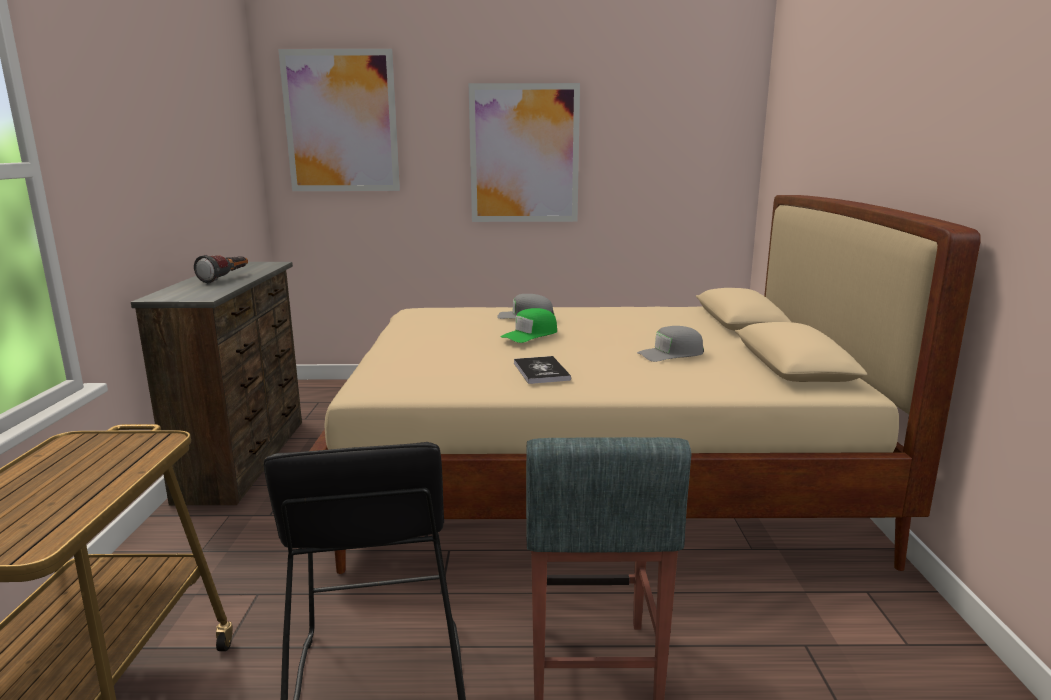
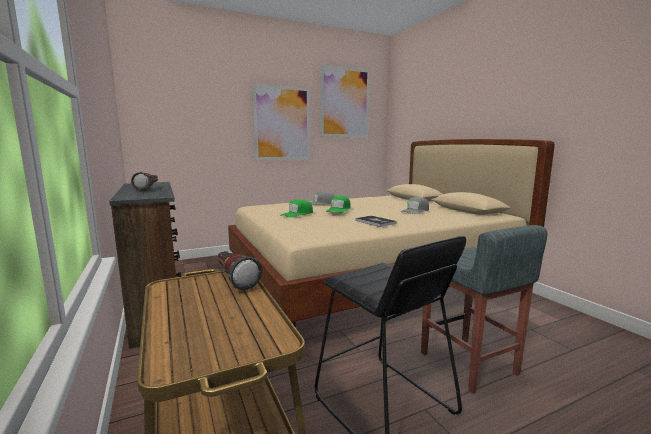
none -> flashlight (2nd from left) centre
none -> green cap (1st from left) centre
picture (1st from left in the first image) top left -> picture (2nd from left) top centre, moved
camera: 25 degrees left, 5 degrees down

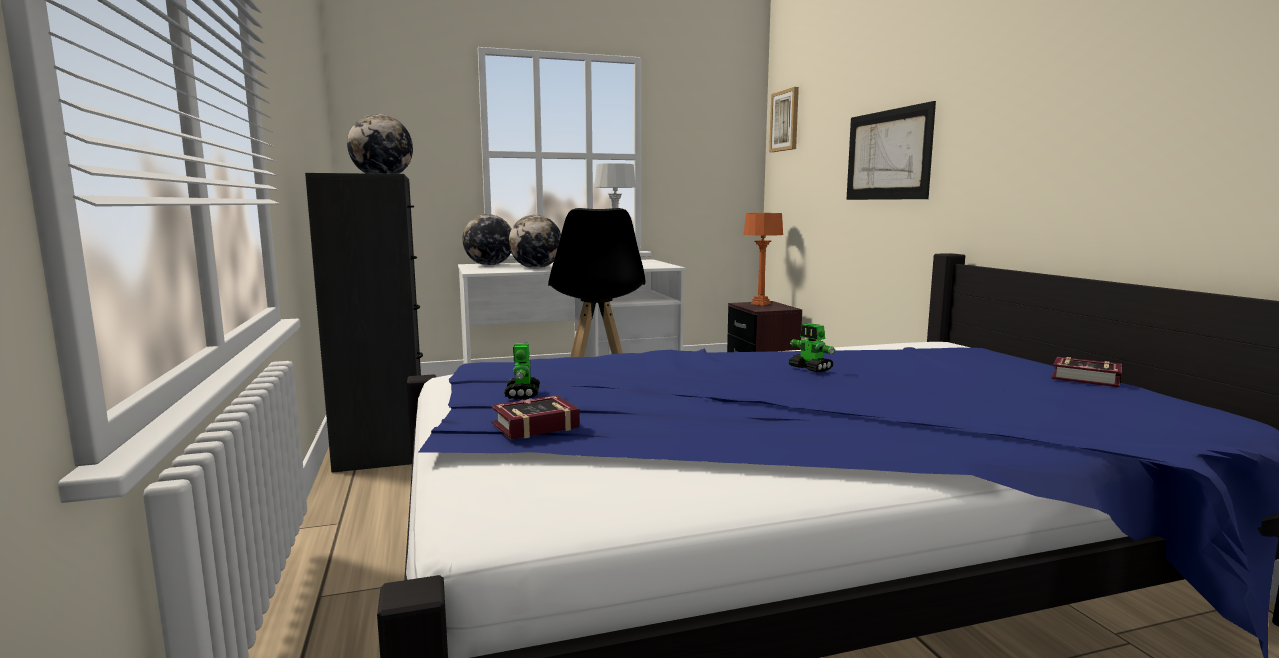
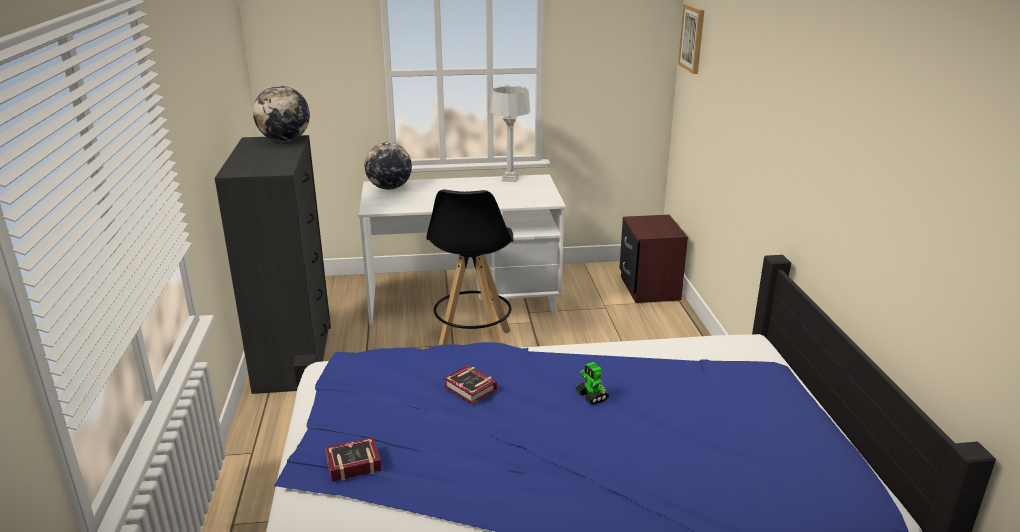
book (2nd from left) middle right -> book (2nd from left) bottom centre, moved
toy robot (1st from left) centre -> none
globe (3rd from left) centre -> none
orange table lamp centre -> none
picture (2nd from left) top right -> none
camera: 10 degrees right, 15 degrees up

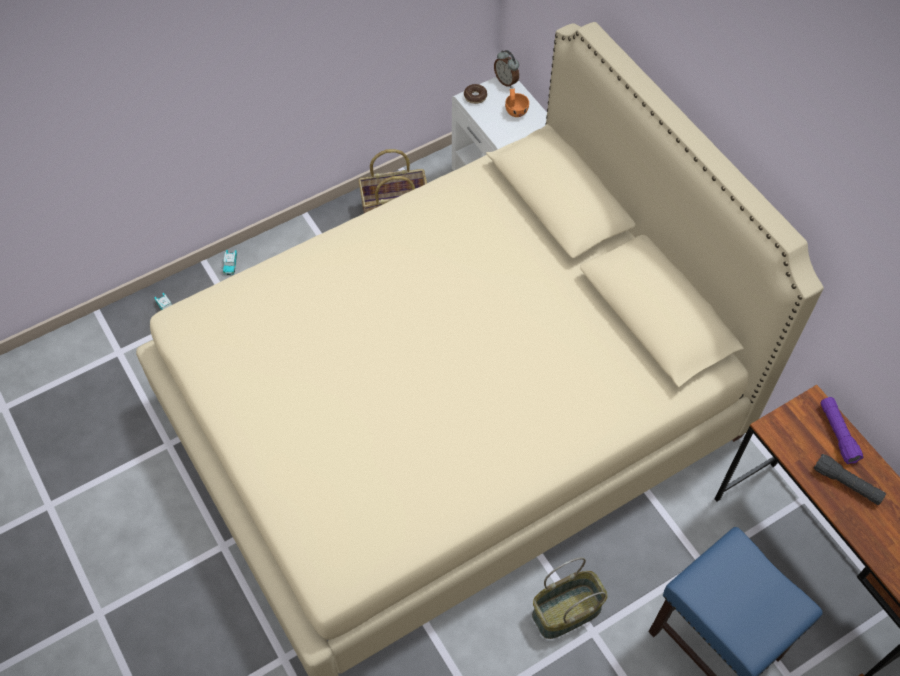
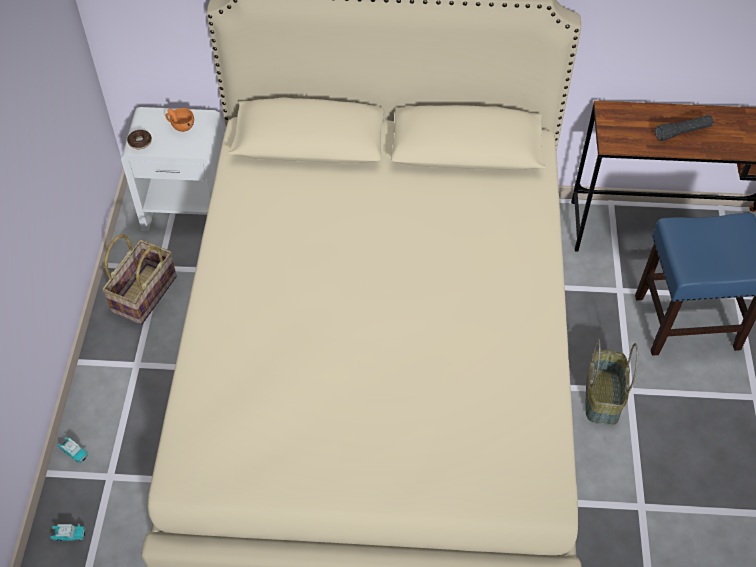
alarm clock top centre -> none
purple flashlight middle right -> none
camera: 55 degrees left, 5 degrees down

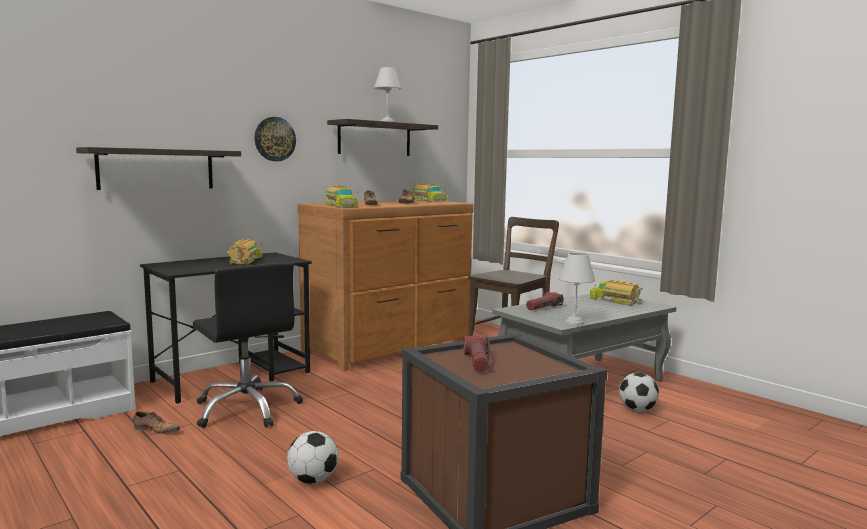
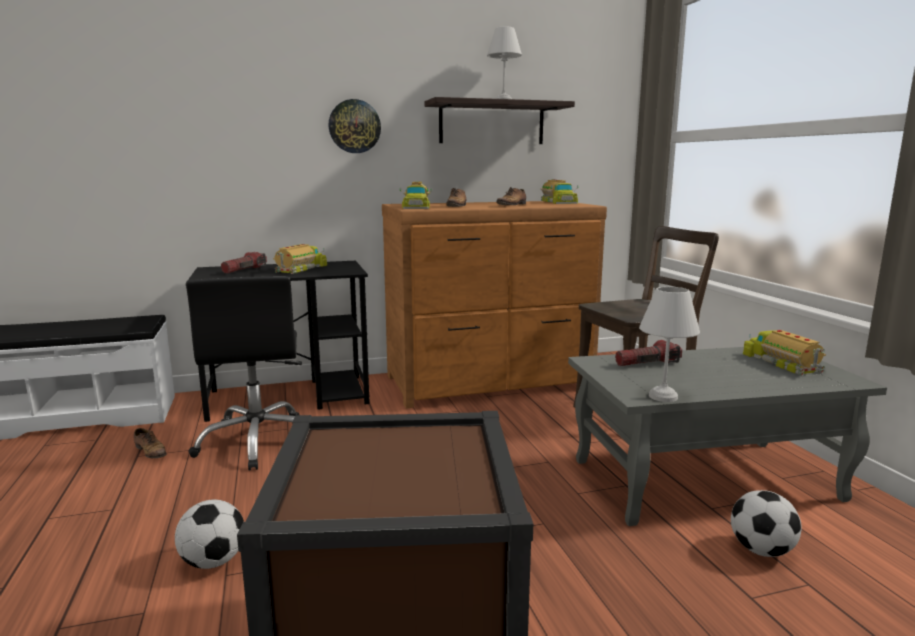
flashlight (1st from left) bottom centre -> flashlight (1st from left) middle left, moved
shelf (1st from left) top left -> none
camera: 25 degrees right, 5 degrees up

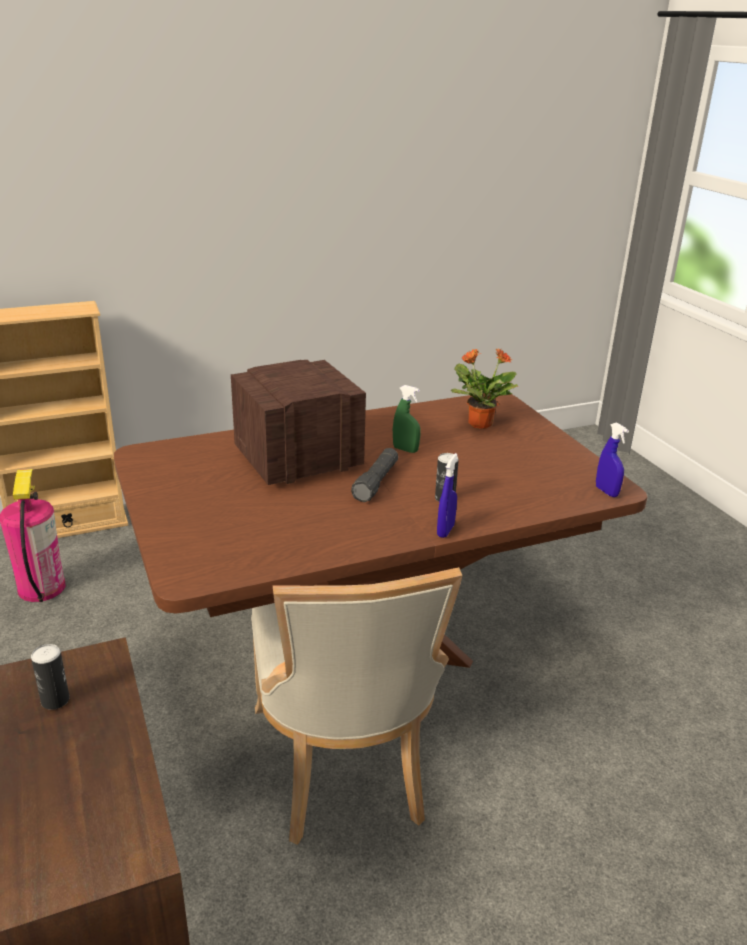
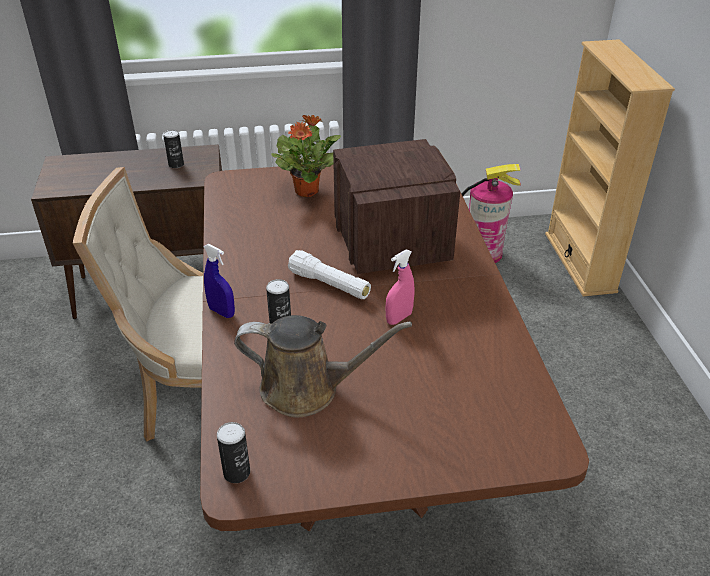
blue spray bottle (2nd from left) middle right -> can (2nd from left) bottom left
none -> brown watering can centre
potted plant centre -> potted plant top centre, moved
black flashlight centre -> white flashlight centre
green spray bottle centre -> pink spray bottle centre
camera: 105 degrees right, 10 degrees up

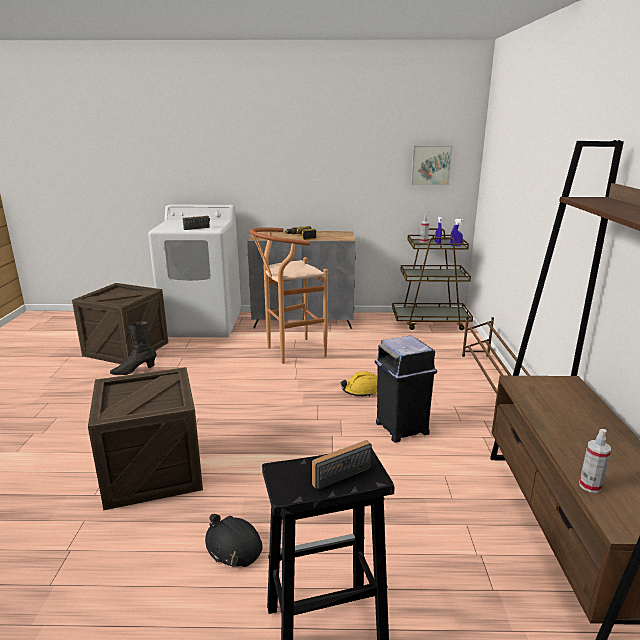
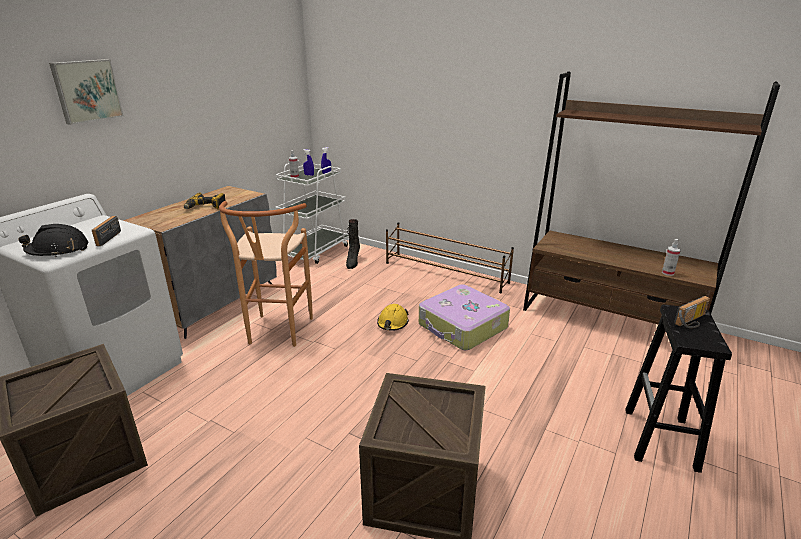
black hard hat bottom centre -> black hard hat middle left, moved
picture top right -> picture top left, moved
brown cart middle right -> white cart centre
black boot middle left -> black boot centre, moved
black trash can centre -> suitcase centre
radio (2nd from left) bottom centre -> radio (2nd from left) middle right, 120 degrees counterclockwise
camera: 60 degrees left, 5 degrees up

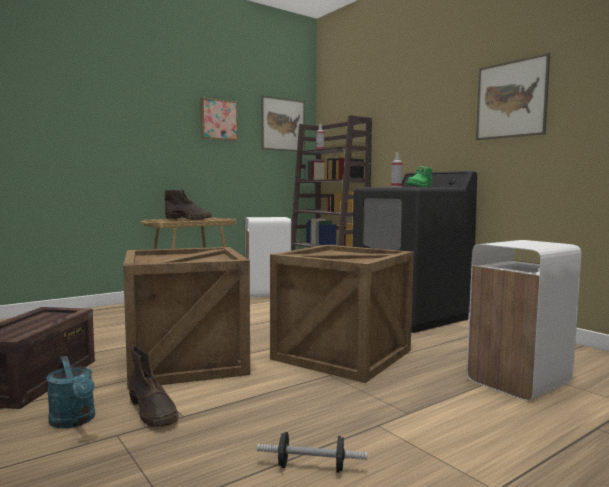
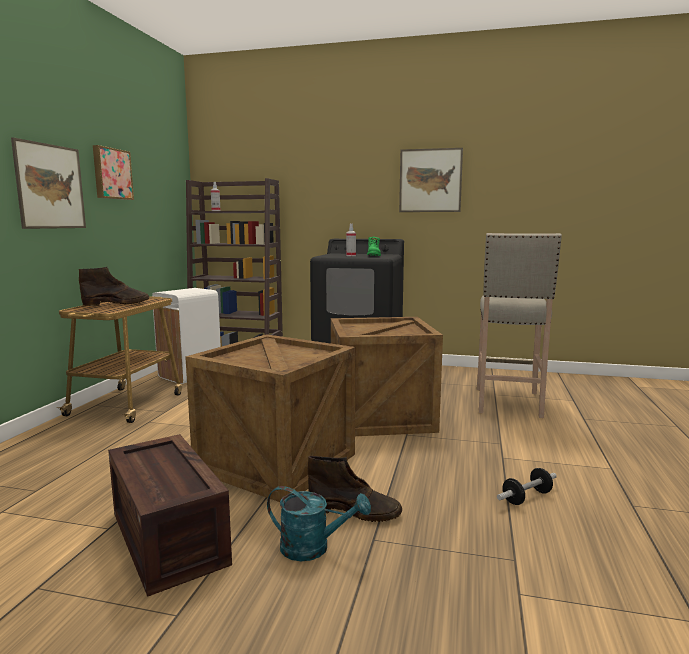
picture (2nd from left in the first image) top centre -> picture (1st from left) top left, moved
white trash can (2nd from left) middle right -> beige stool middle right
camera: 40 degrees left, 5 degrees up

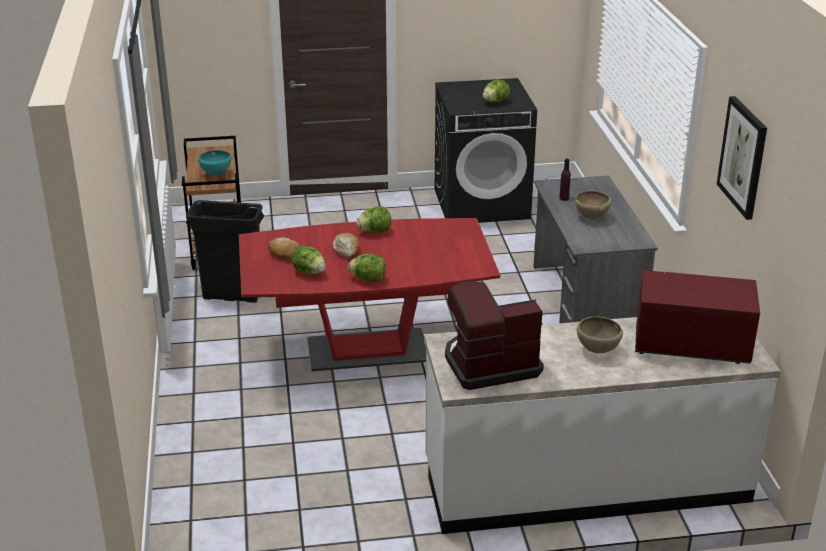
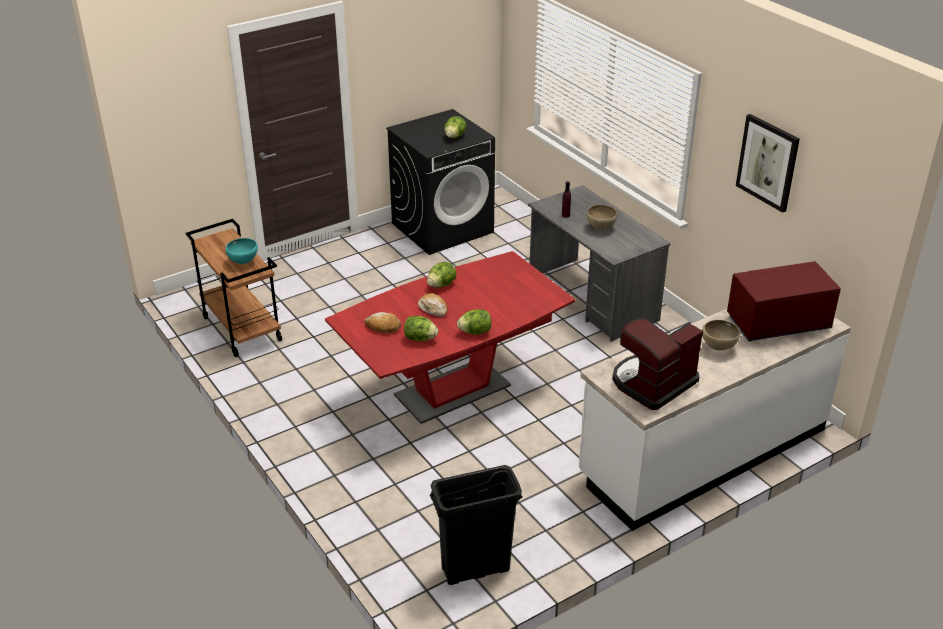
black trash can middle left -> black trash can bottom centre, moved
camera: 25 degrees left, 5 degrees up

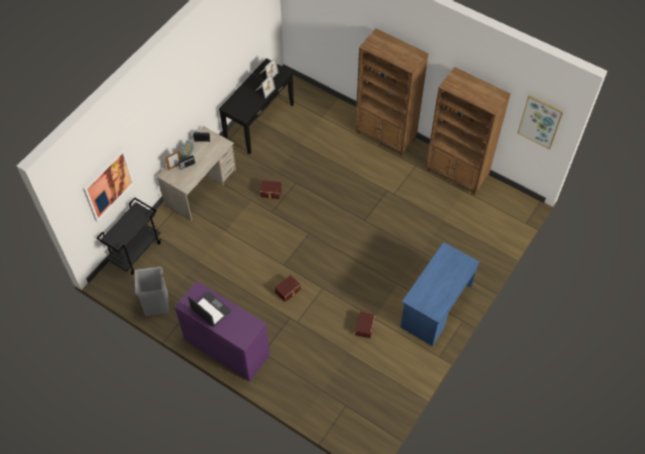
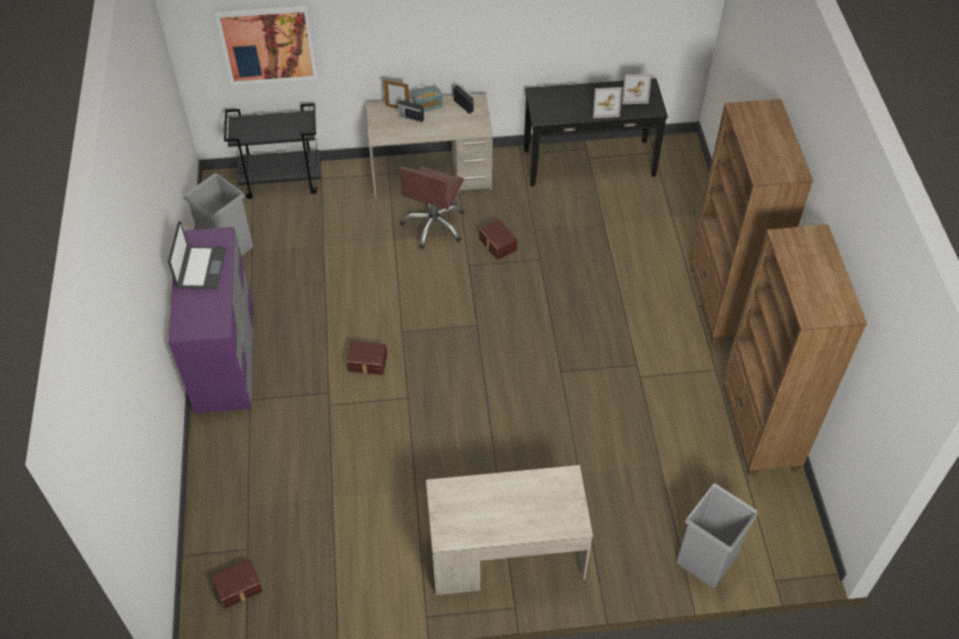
brown storage box (3rd from left in the first image) bottom centre -> brown storage box (1st from left) bottom left, moved
none -> brown office chair top centre
blue desk middle right -> beige desk (2nd from left) bottom centre
none -> grey trash can (2nd from left) bottom right
picture (2nd from left) top right -> none
camera: 50 degrees right, 5 degrees down

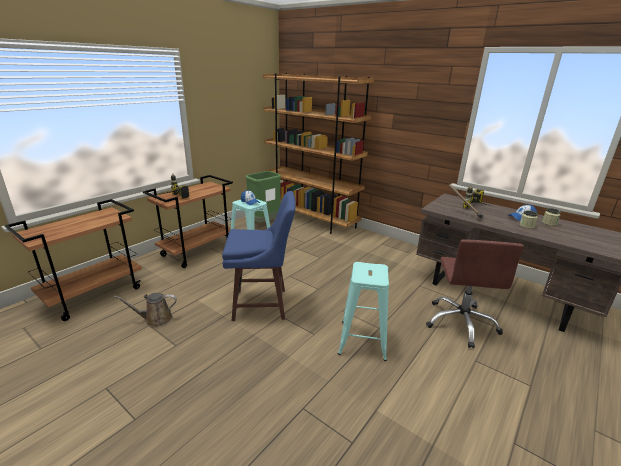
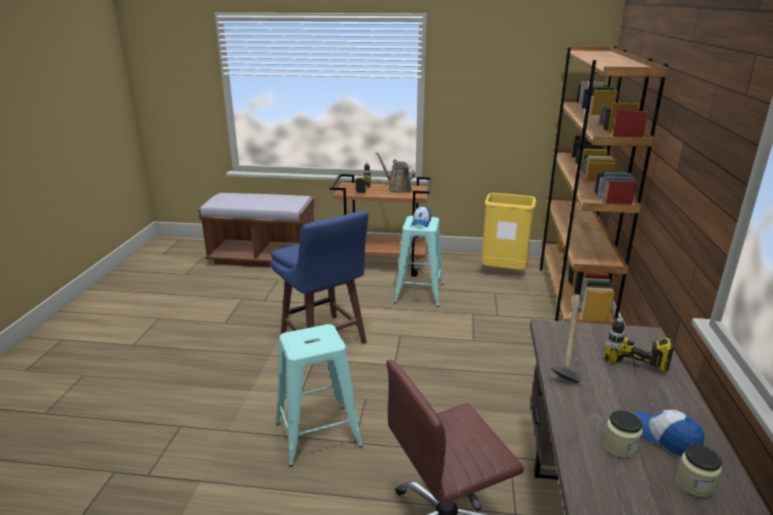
brown cart (1st from left) middle left -> brown bench middle left
brown watering can middle left -> brown watering can centre, moved
green trash can centre -> yellow trash can centre
camera: 60 degrees right, 0 degrees up

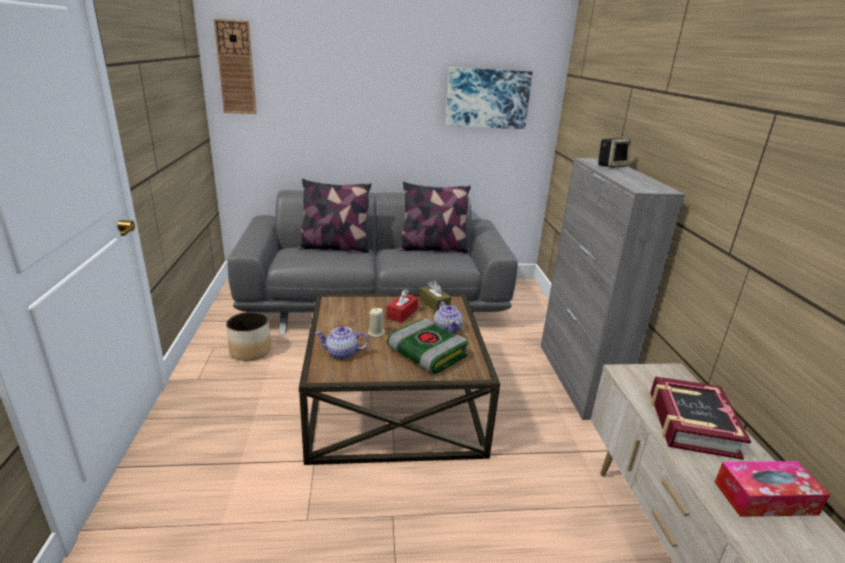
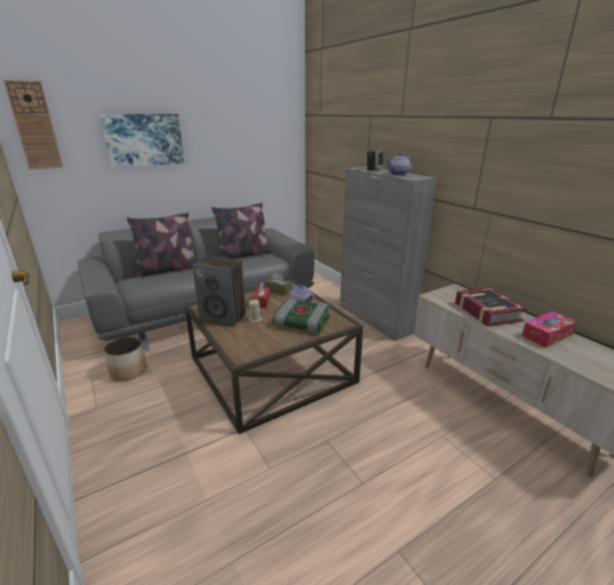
picture top centre -> picture top left, moved
none -> speaker (1st from left) centre
teapot (1st from left in the first image) centre -> teapot (2nd from left) top centre, moved
camera: 25 degrees left, 0 degrees up

